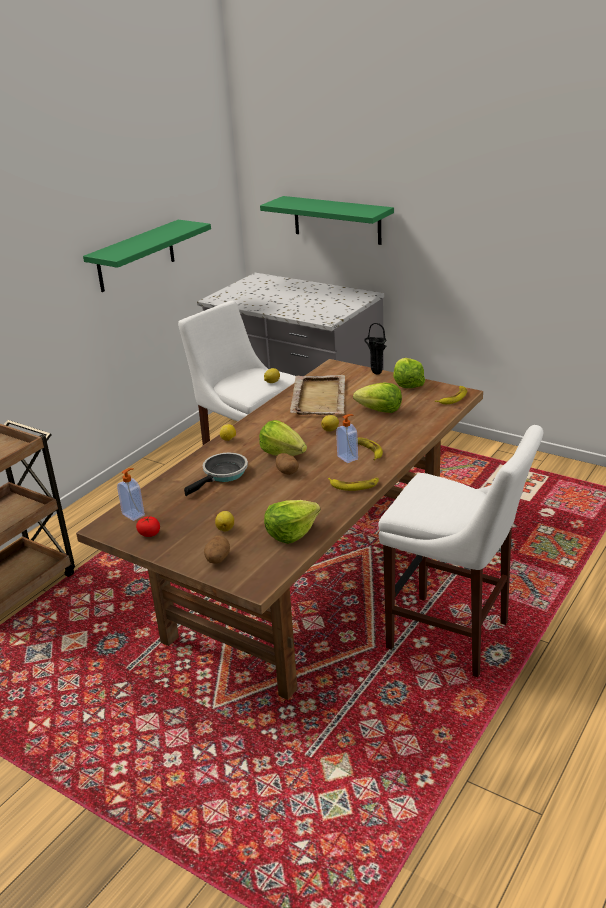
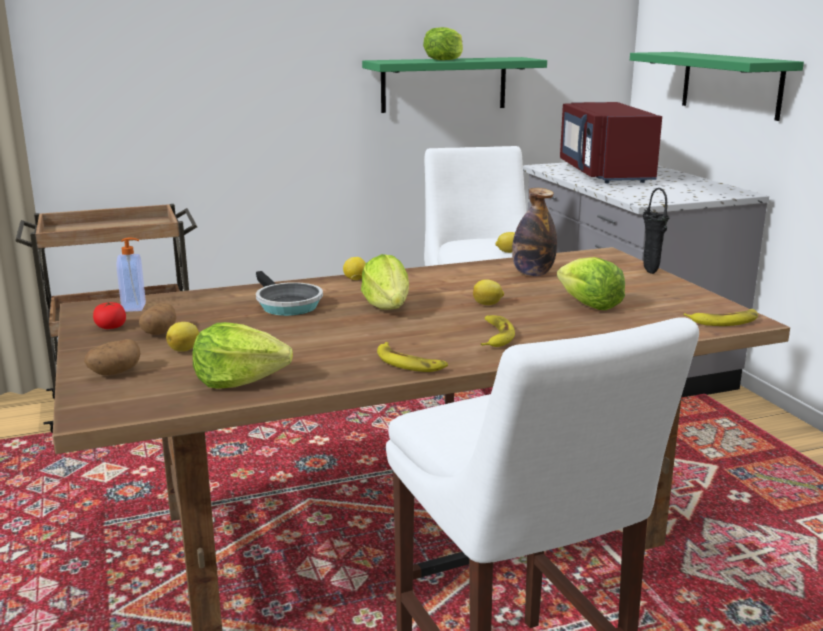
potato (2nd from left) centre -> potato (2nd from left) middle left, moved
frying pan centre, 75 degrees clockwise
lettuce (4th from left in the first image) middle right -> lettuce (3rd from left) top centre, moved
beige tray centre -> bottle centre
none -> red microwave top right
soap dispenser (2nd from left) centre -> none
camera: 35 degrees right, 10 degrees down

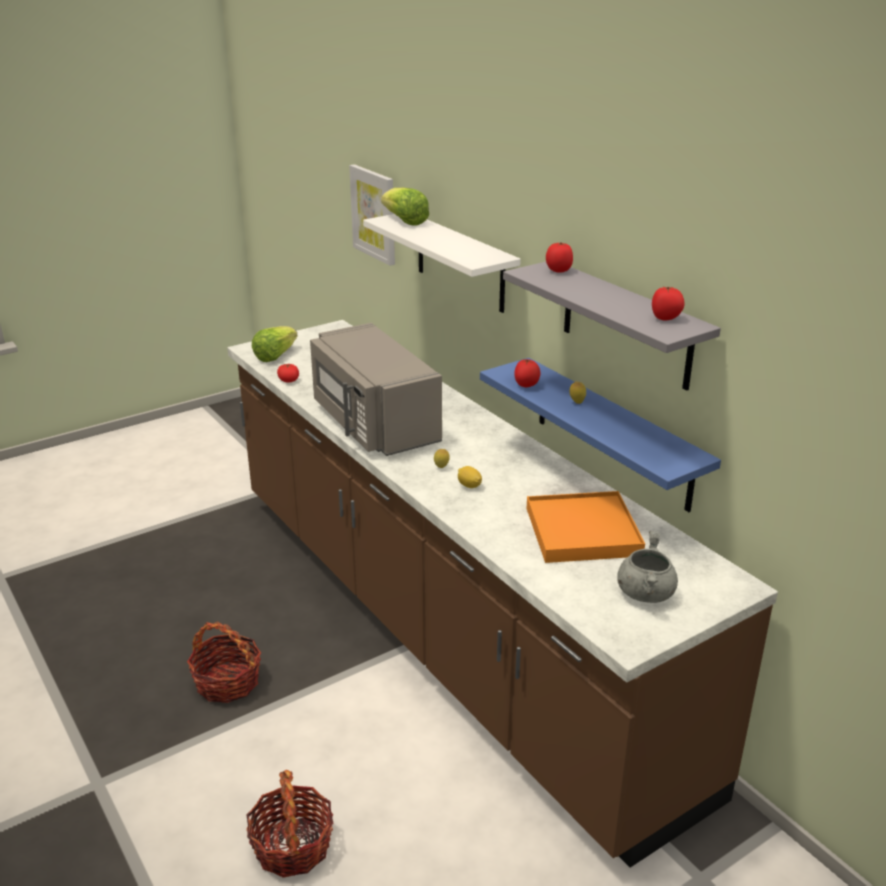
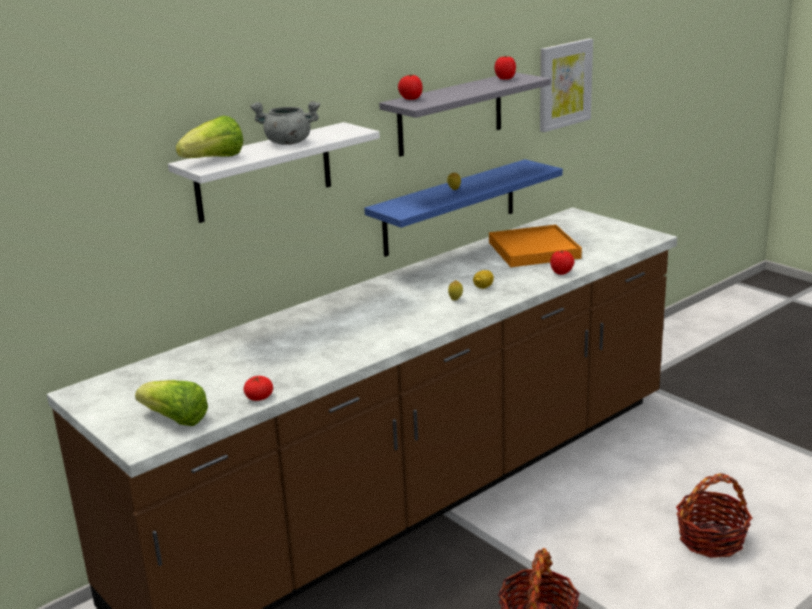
grey cooking pot middle right -> grey cooking pot top centre, moved
picture top centre -> picture top right, moved
tomato (2nd from left in the first image) centre -> tomato (4th from left) middle right, moved
grey microwave centre -> none
camera: 95 degrees left, 5 degrees down

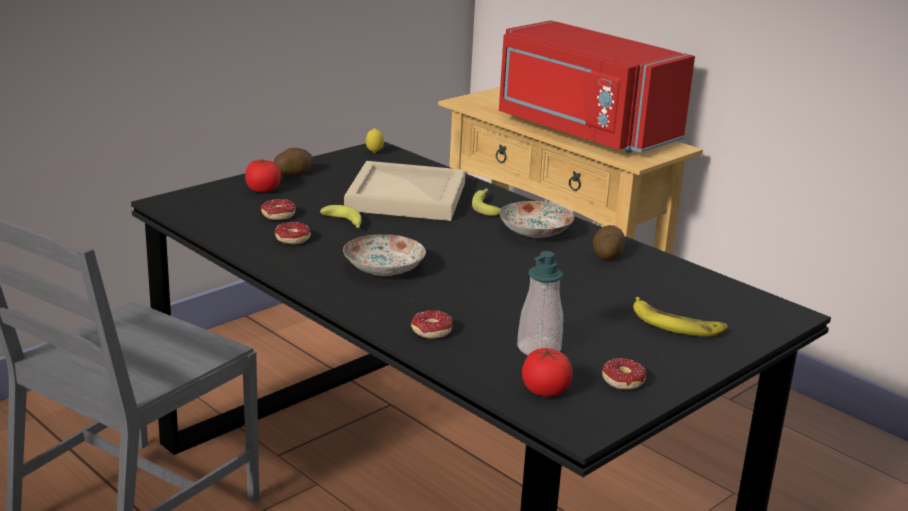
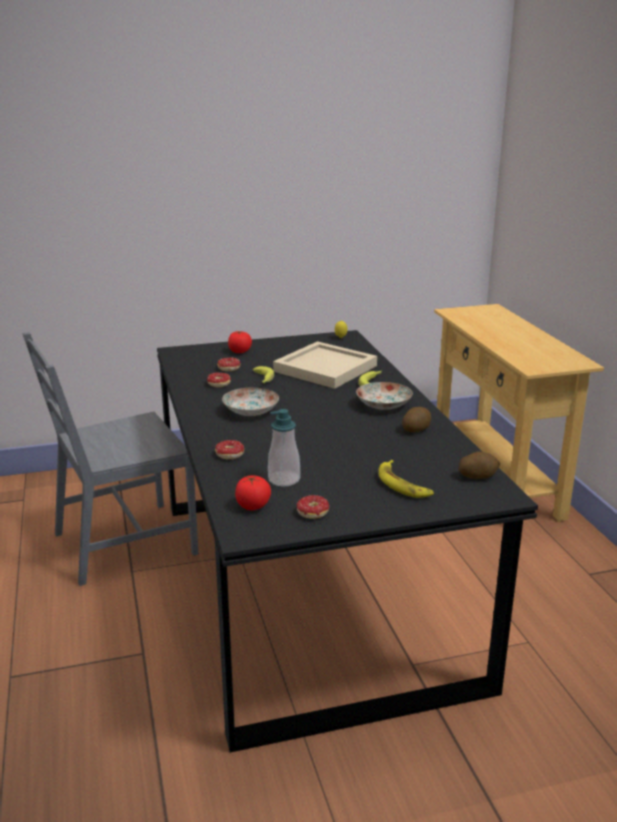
potato (1st from left in the first image) top left -> potato (2nd from left) middle right, moved
red microwave top centre -> none
camera: 30 degrees right, 0 degrees up

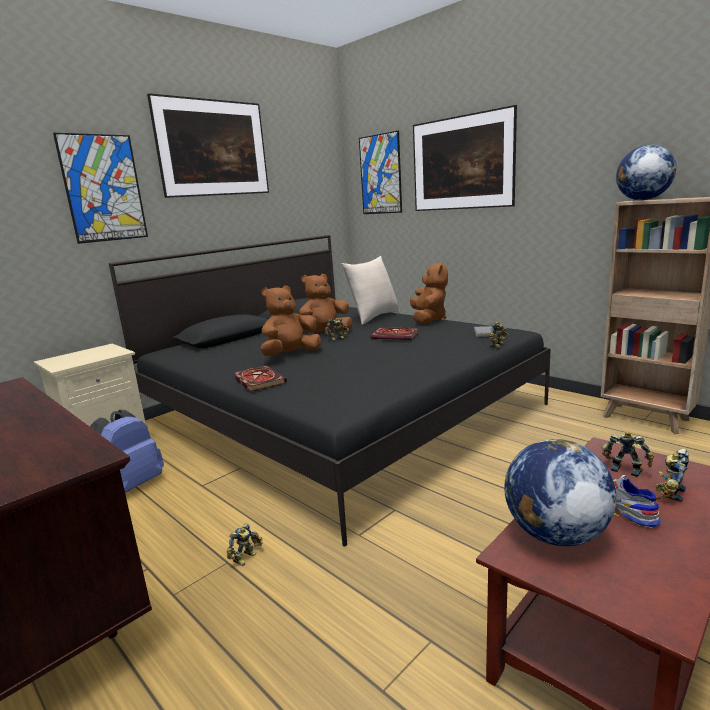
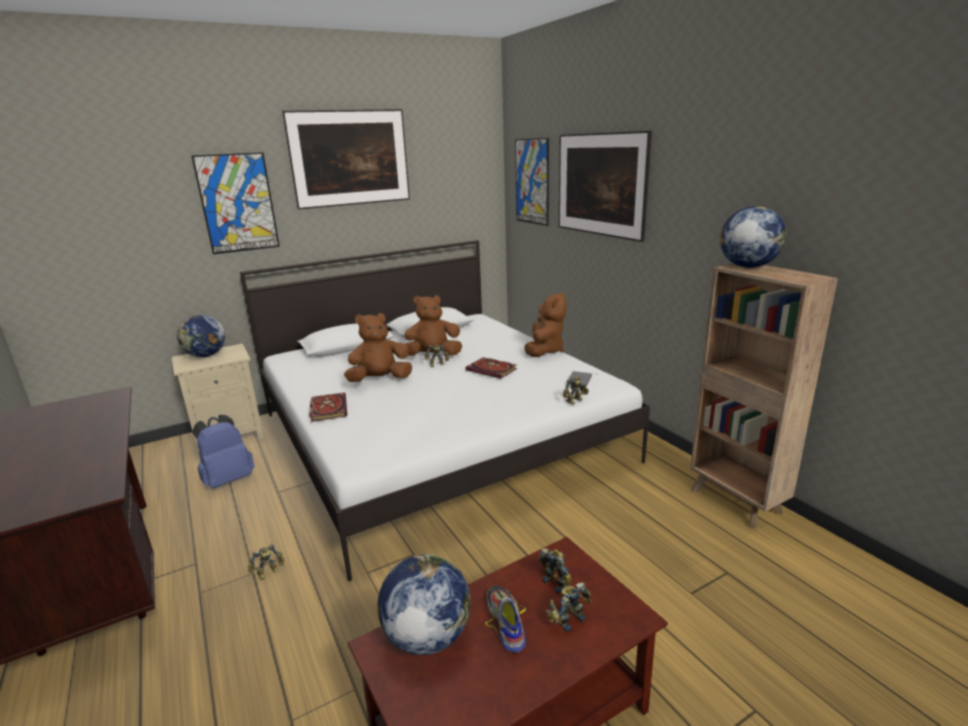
none -> globe (1st from left) middle left
black bed centre -> white bed centre
beige pillow centre -> none
camera: 15 degrees right, 5 degrees up

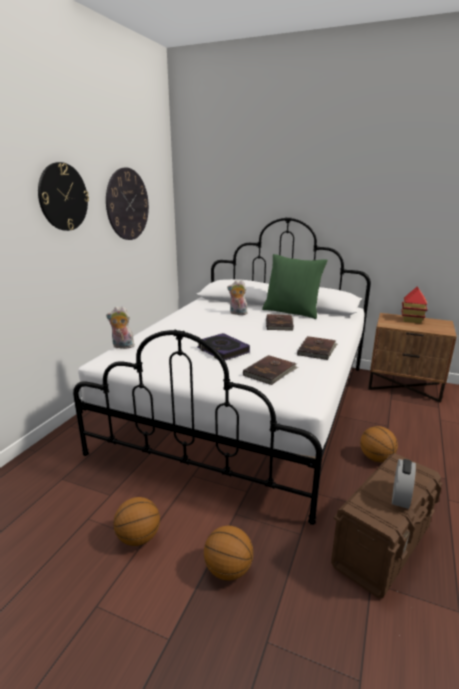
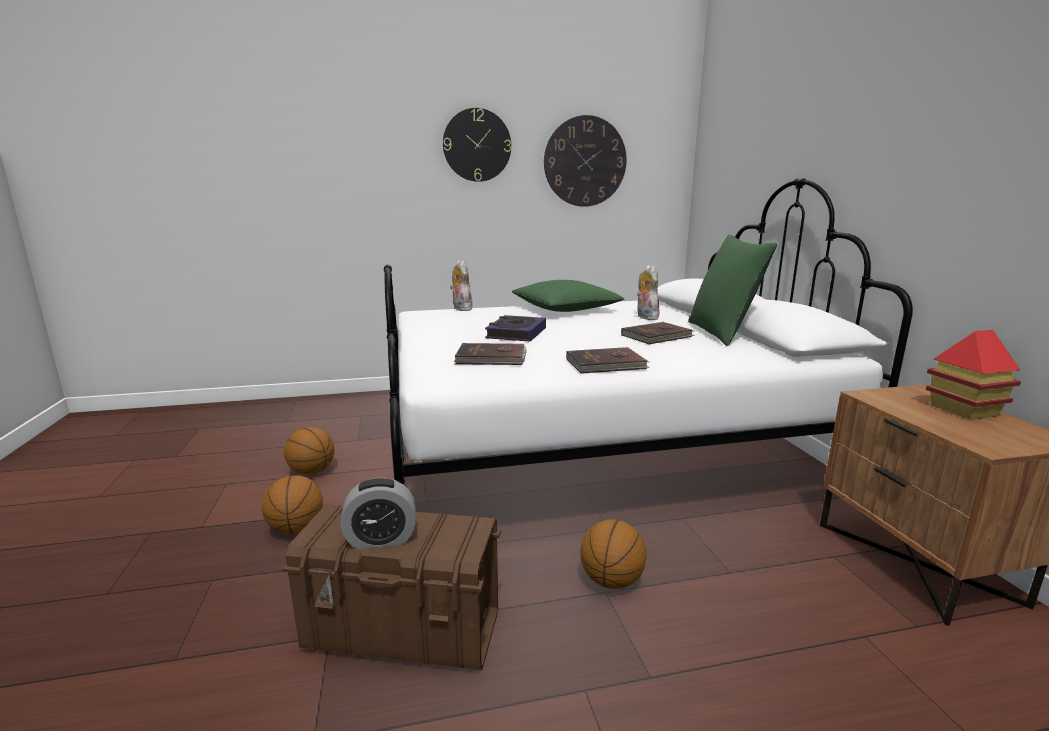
none -> green pillow (1st from left) centre
camera: 55 degrees right, 5 degrees down

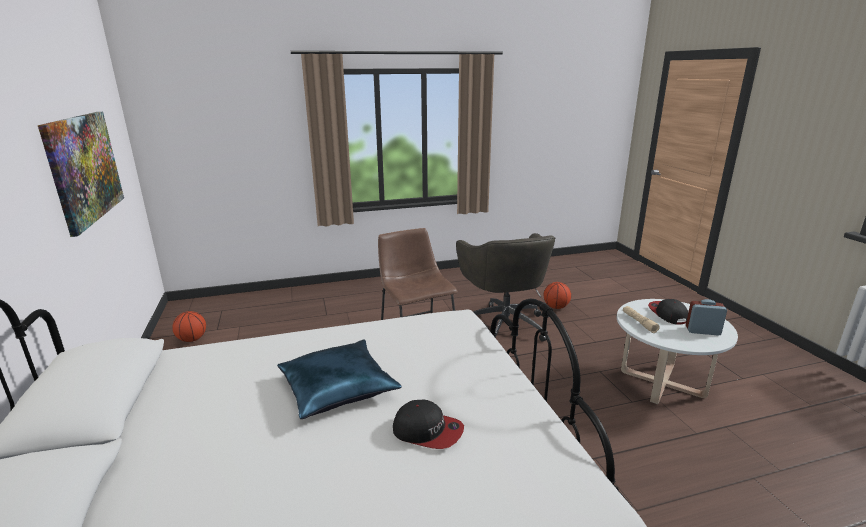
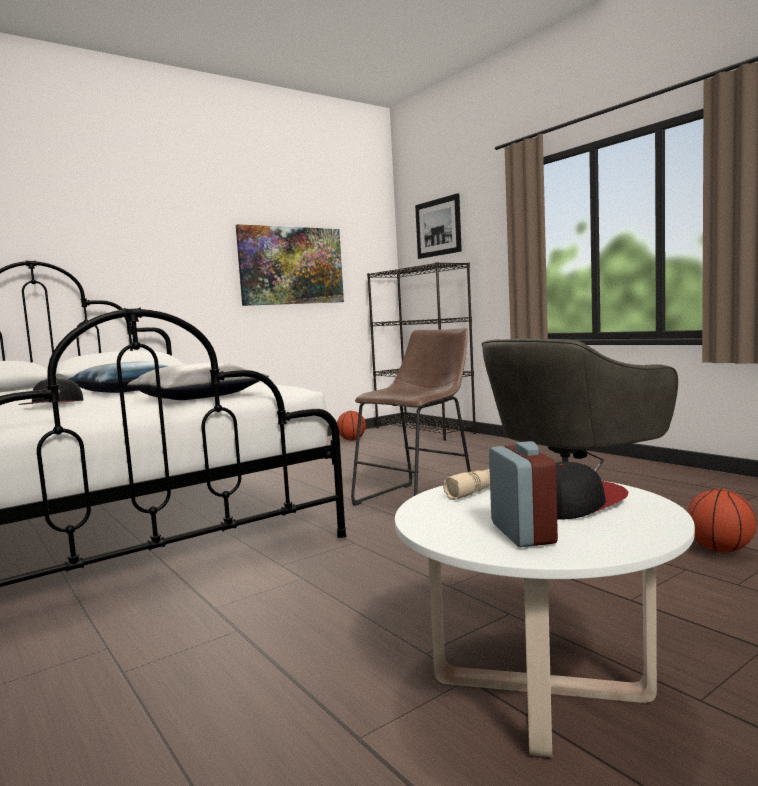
none -> grey pillow middle left
none -> black bookcase centre
none -> picture (2nd from left) top centre
camera: 70 degrees right, 15 degrees down

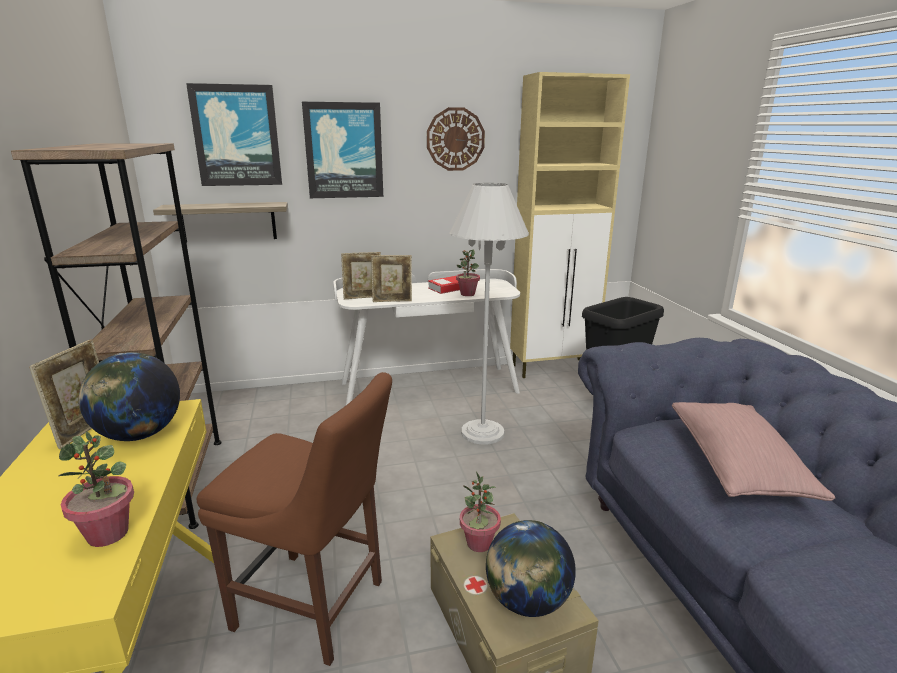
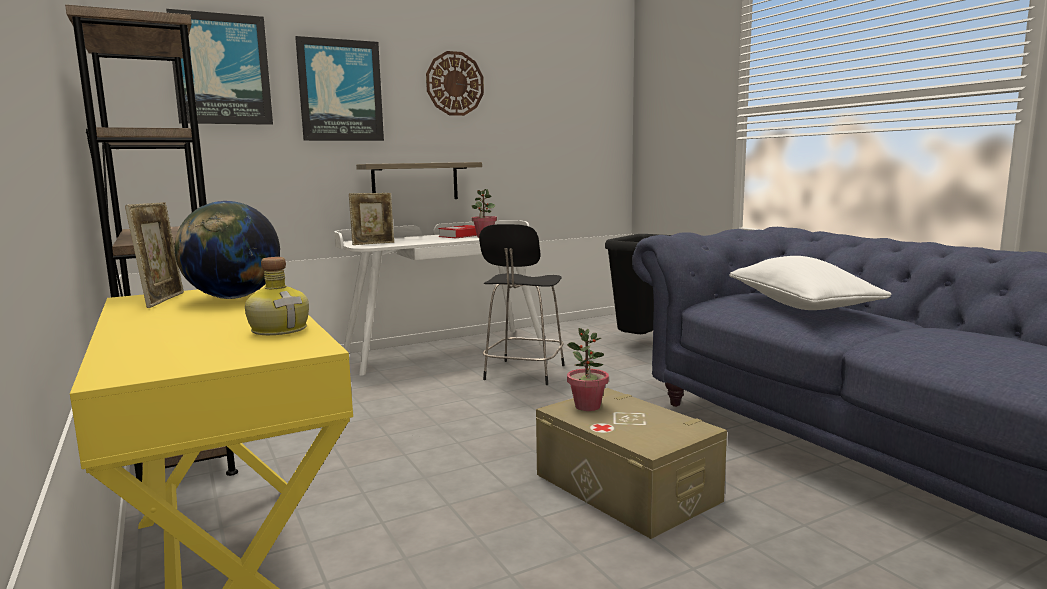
potted plant (1st from left) bottom left -> bottle middle left
shelf top left -> shelf top centre, moved
white floor lamp centre -> black stool centre
pink pillow bottom right -> white pillow middle right
brown chair bottom left -> none
picture frame (3rd from left) centre -> none
globe (2nd from left) bottom centre -> none
beige cabinet centre -> none
camera: 15 degrees left, 10 degrees down

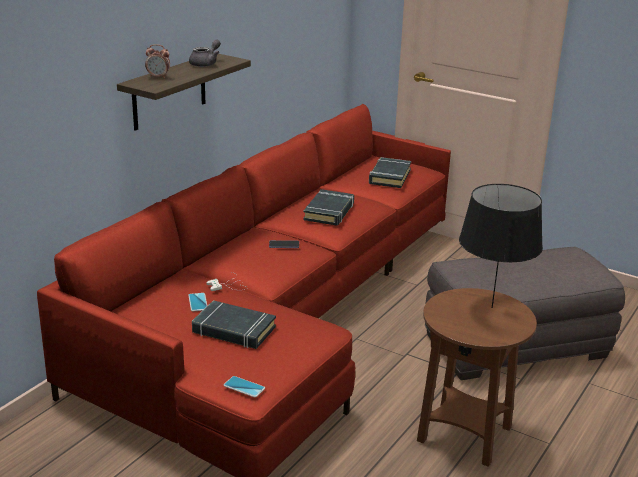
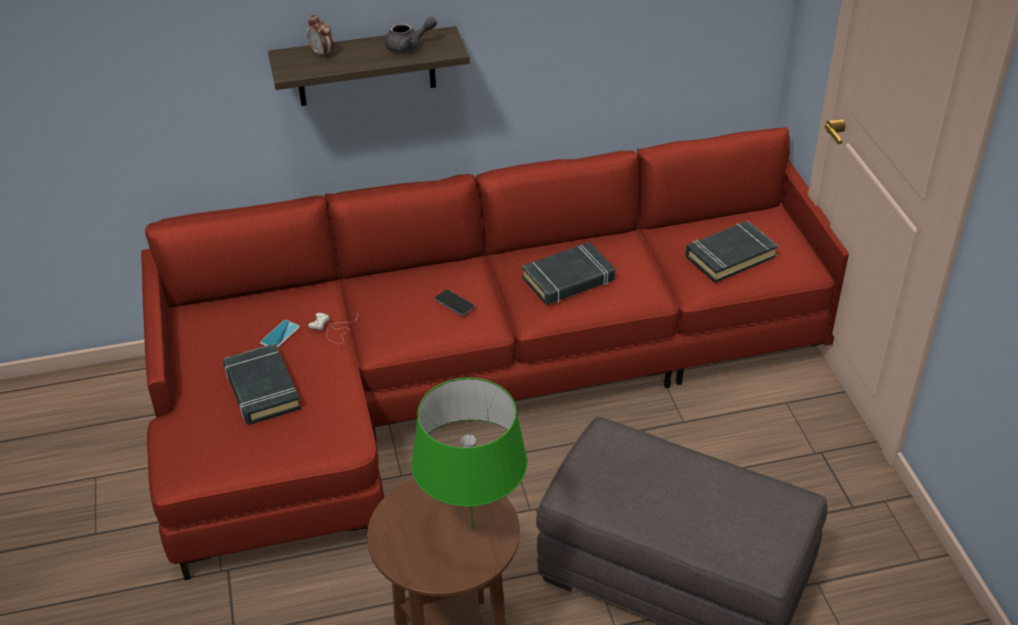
black table lamp middle right -> green table lamp bottom centre
phone (2nd from left) bottom centre -> none
camera: 45 degrees right, 15 degrees up

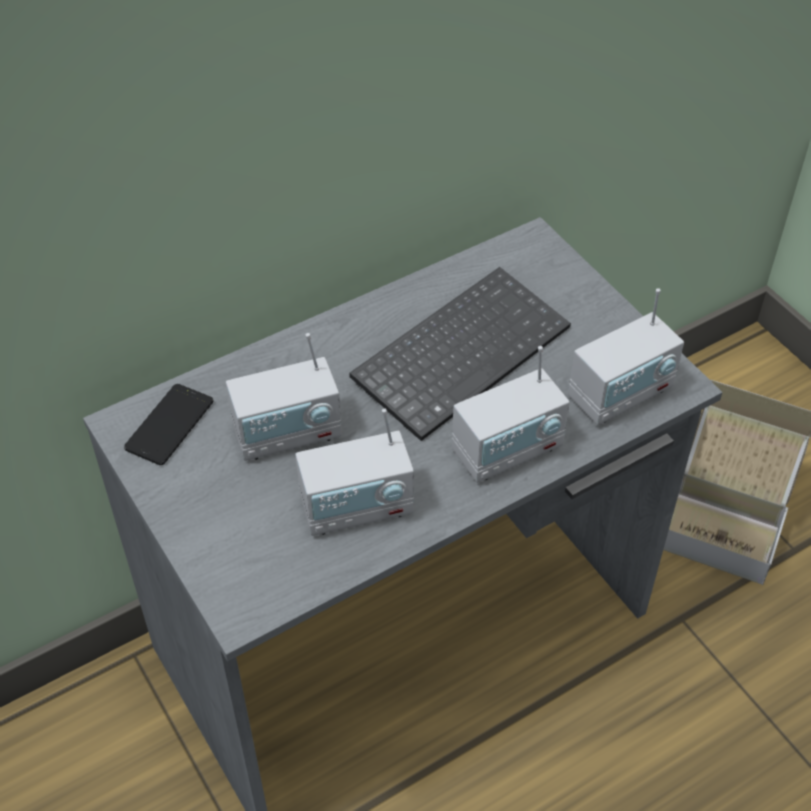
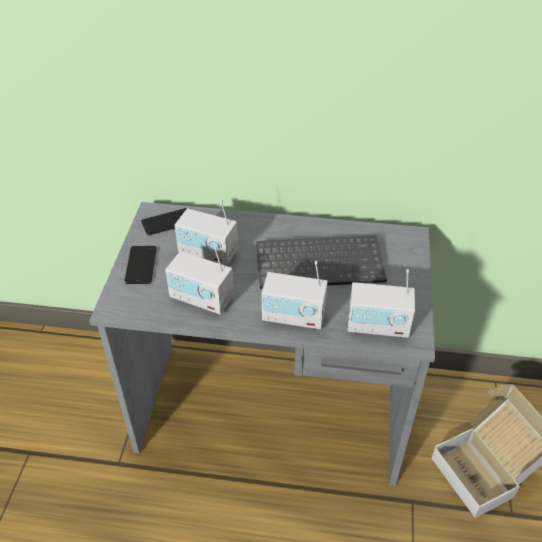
none -> phone (1st from left) middle left
camera: 40 degrees right, 5 degrees down

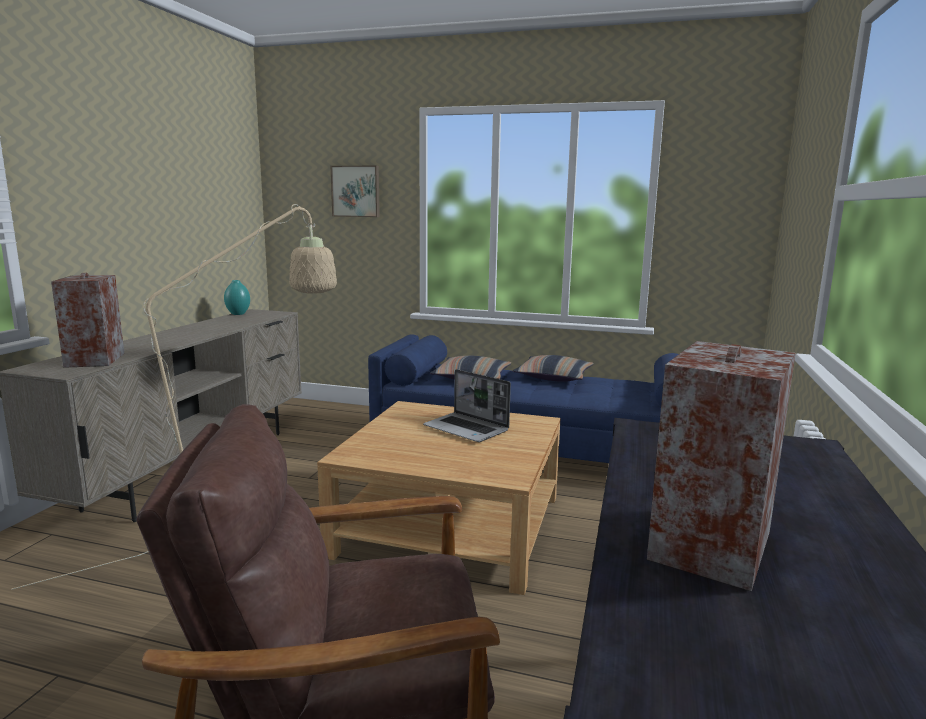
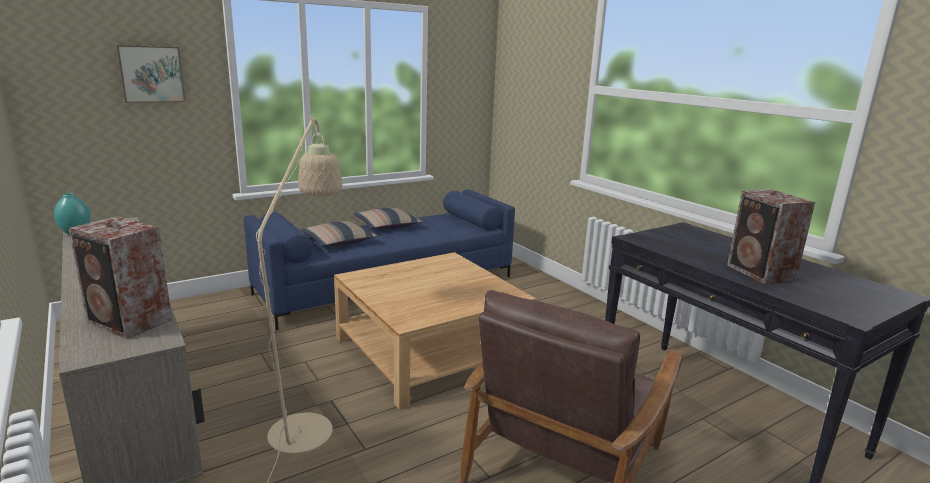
laptop centre -> none
camera: 50 degrees left, 5 degrees up

